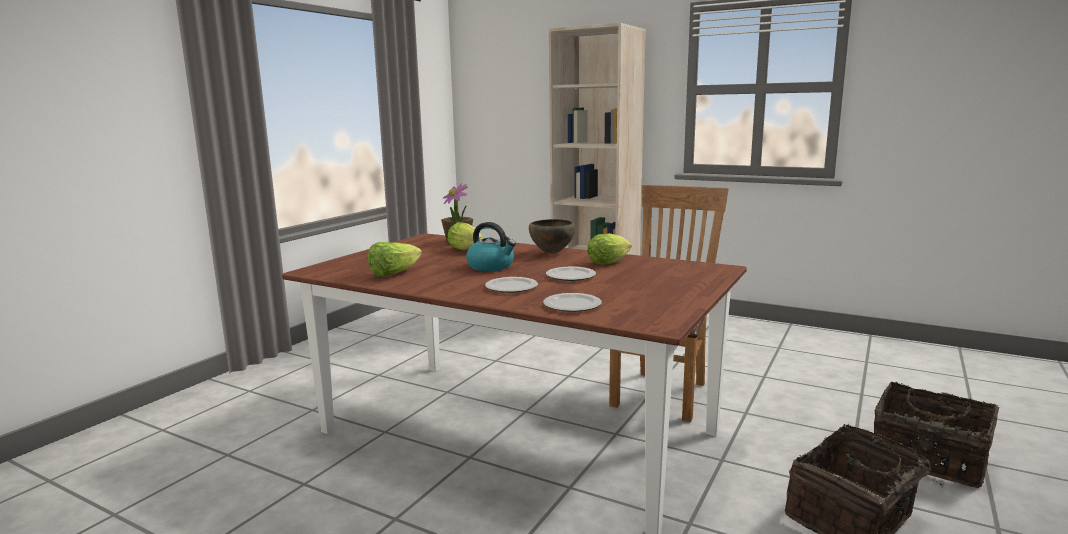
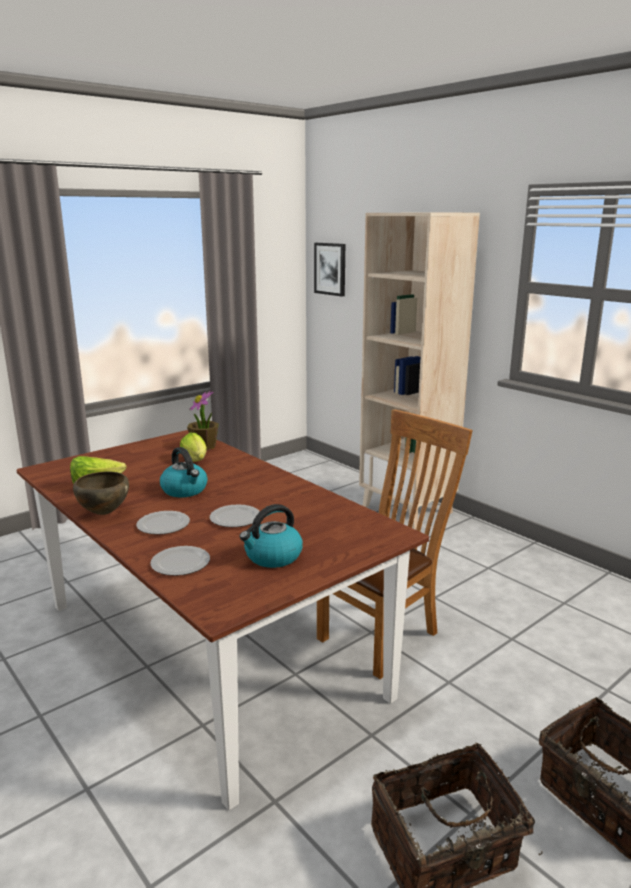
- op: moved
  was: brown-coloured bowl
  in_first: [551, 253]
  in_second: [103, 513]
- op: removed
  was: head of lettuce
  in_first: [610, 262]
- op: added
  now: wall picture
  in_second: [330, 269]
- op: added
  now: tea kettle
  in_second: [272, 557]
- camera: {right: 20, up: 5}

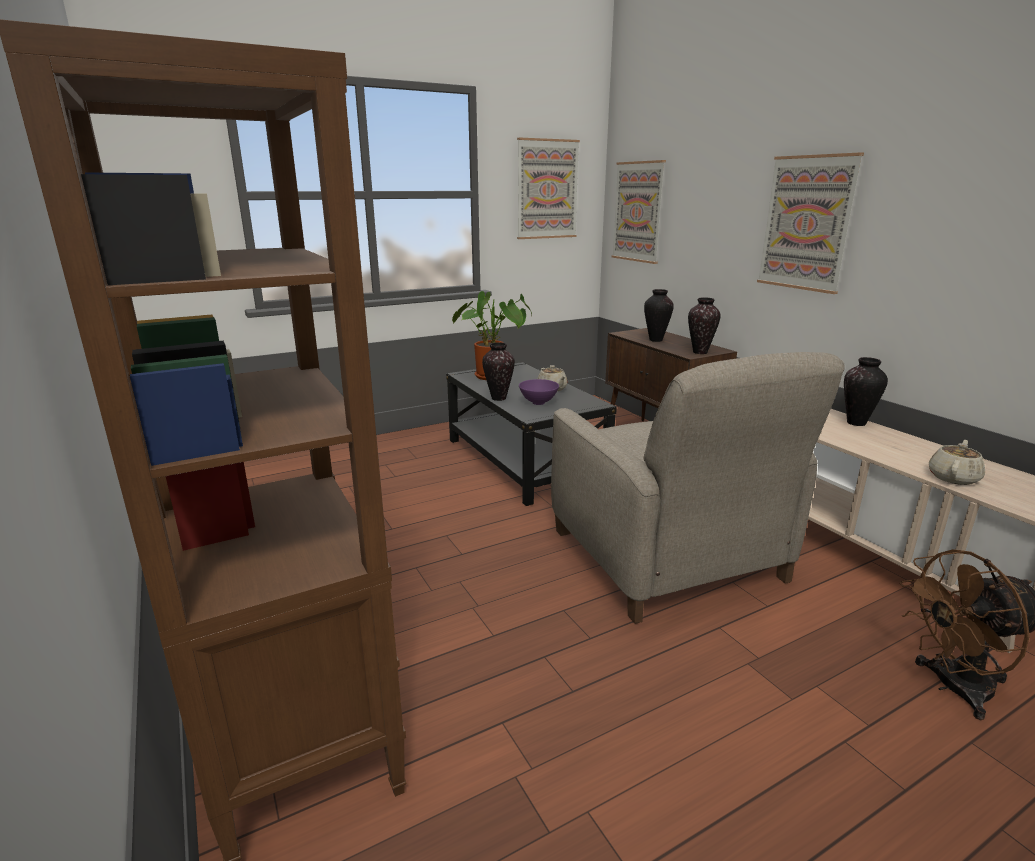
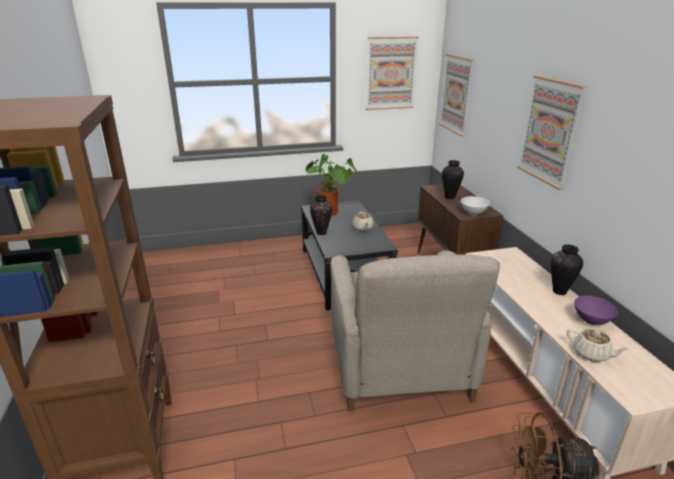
- op: replaced
  was: decorative vase
  now: white-coloured bowl
  in_first: [700, 352]
  in_second: [473, 213]
- op: moved
  was: purple bowl
  in_first: [539, 403]
  in_second: [591, 321]
- op: turned
  was: beige teapot
  in_first: [953, 477]
  in_second: [591, 354]
  clockwise: 75
- camera: {right: 15, up: 5}

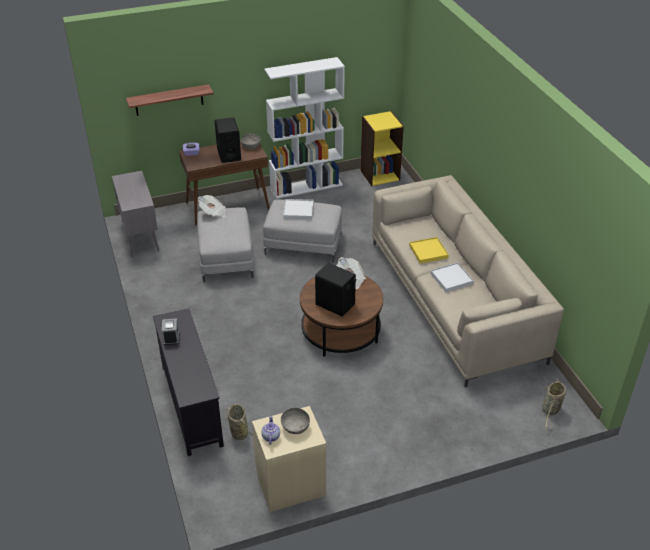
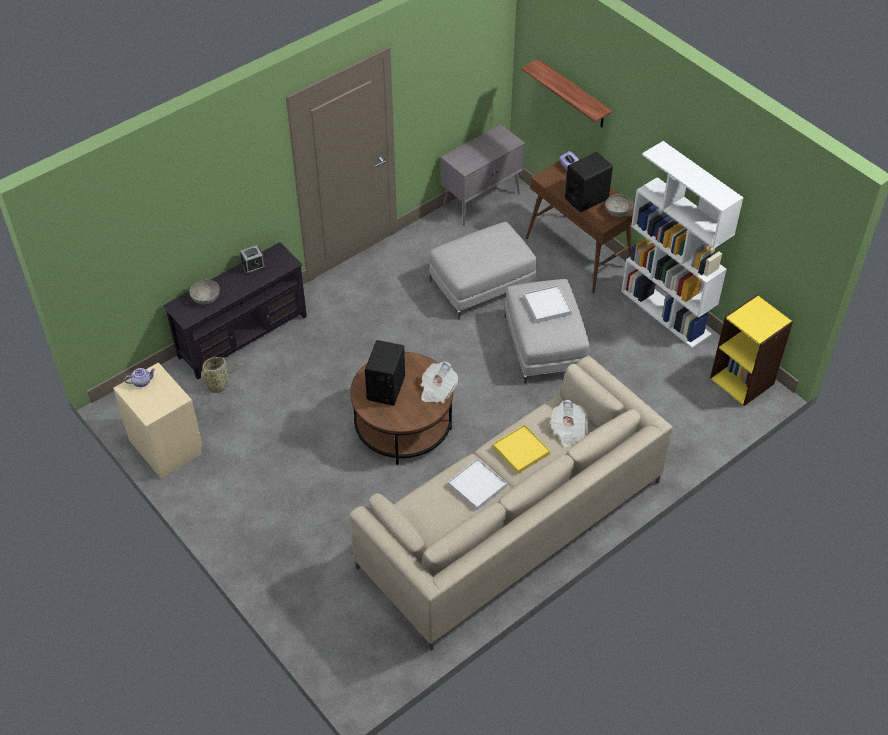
- op: moved
  was: daily paper
  in_first: [213, 212]
  in_second: [568, 430]
- op: removed
  was: basket
  in_first: [550, 411]
- op: moved
  was: greyish bowl
  in_first: [295, 427]
  in_second: [206, 298]
- camera: {right: 70, up: 10}

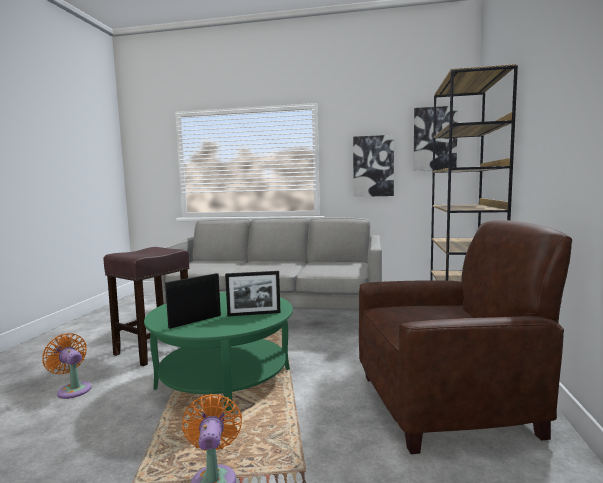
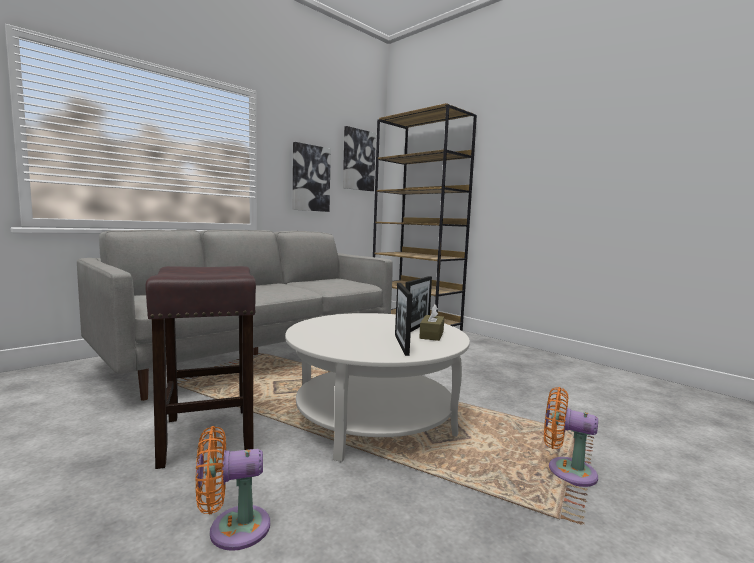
- op: removed
  was: brown-coloured armchair
  in_first: [447, 404]
- op: recoloured
  was: greenish coffee table
  now: white-coloured coffee table
  in_first: [224, 378]
  in_second: [374, 417]
- op: added
  now: brown-coloured tissue box
  in_second: [431, 335]
- camera: {right: -55, up: 0}

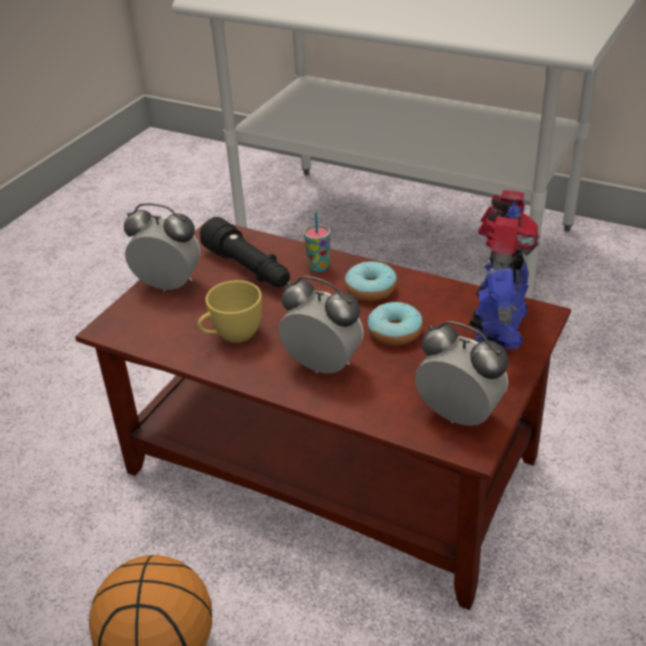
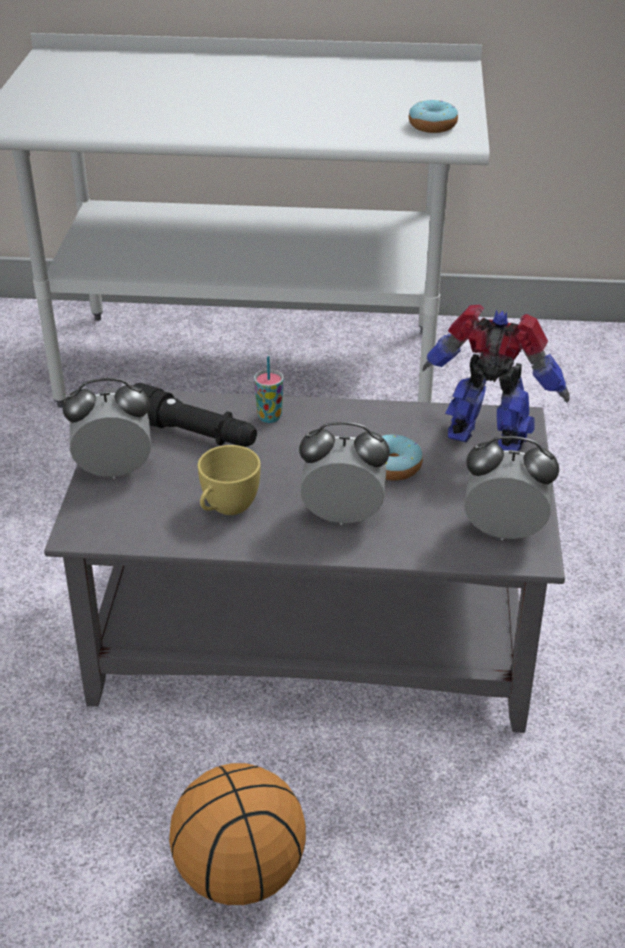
- op: turned
  was: robot figure
  in_first: [498, 326]
  in_second: [487, 438]
  clockwise: -60
- op: recoloured
  was: brown-coloured coffee table
  now: greyish coffee table
  in_first: [327, 465]
  in_second: [308, 636]
- op: moved
  was: donut
  in_first: [371, 289]
  in_second: [432, 126]
- camera: {right: -25, up: 0}

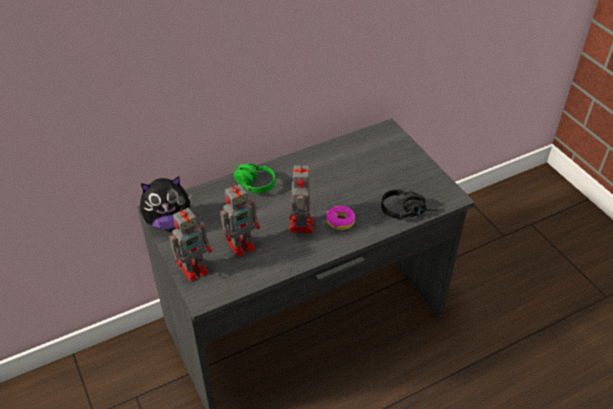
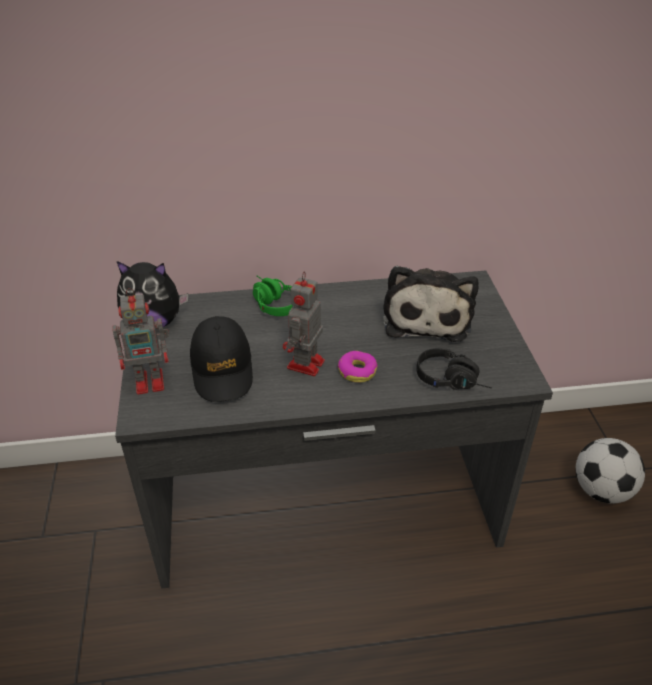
- op: replaced
  was: robot figure
  now: black-coloured baseball cap
  in_first: [242, 244]
  in_second: [222, 368]
- op: added
  now: soft toy
  in_second: [427, 316]
- op: added
  now: football ball
  in_second: [601, 490]
- camera: {right: 20, up: -5}

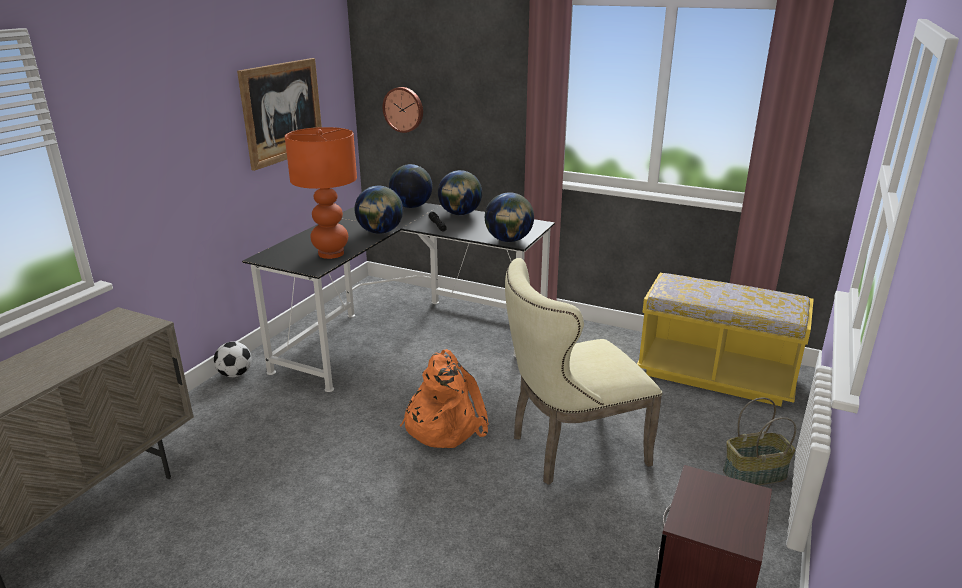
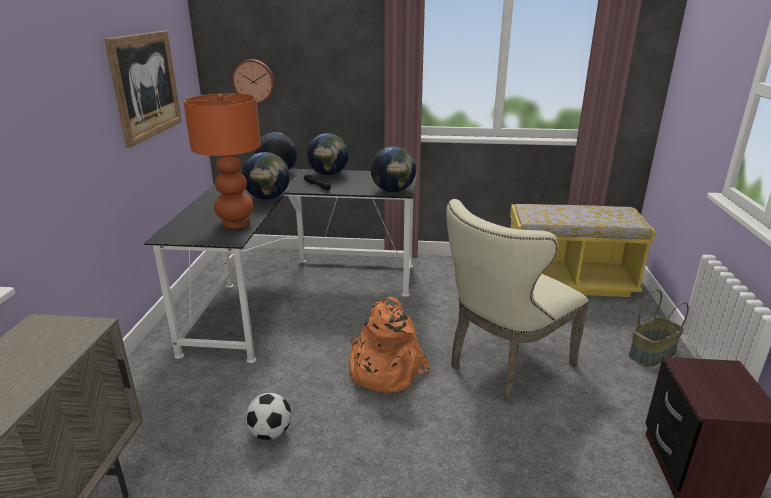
- op: moved
  was: football ball
  in_first: [235, 374]
  in_second: [270, 433]
- camera: {right: -20, up: 0}

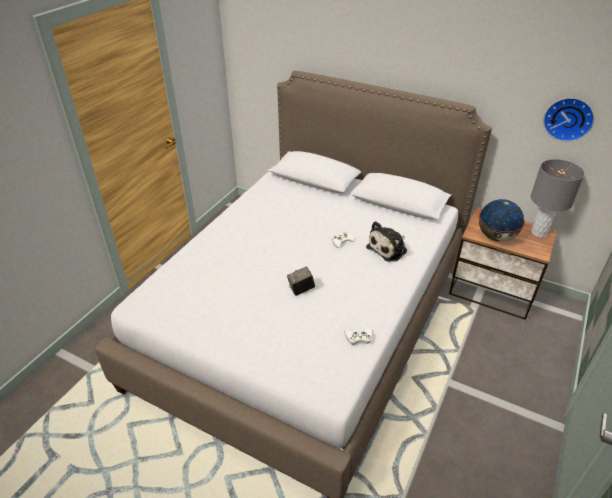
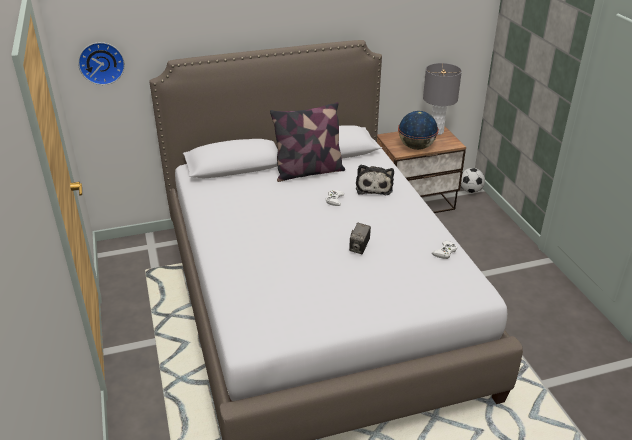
- op: moved
  was: hanging clock
  in_first: [568, 118]
  in_second: [101, 62]
- op: added
  now: cushion
  in_second: [308, 172]
- op: added
  now: football ball
  in_second: [470, 191]
- camera: {right: -45, up: -5}

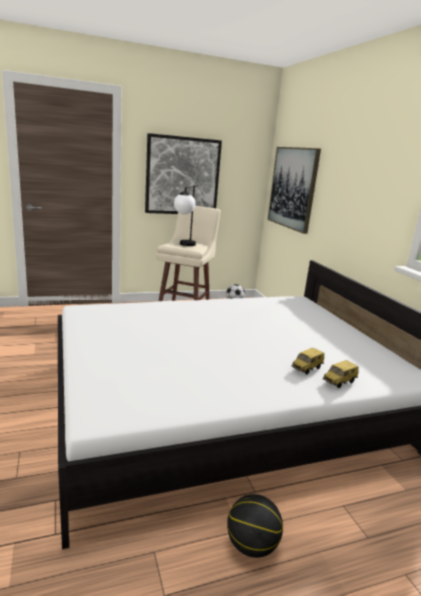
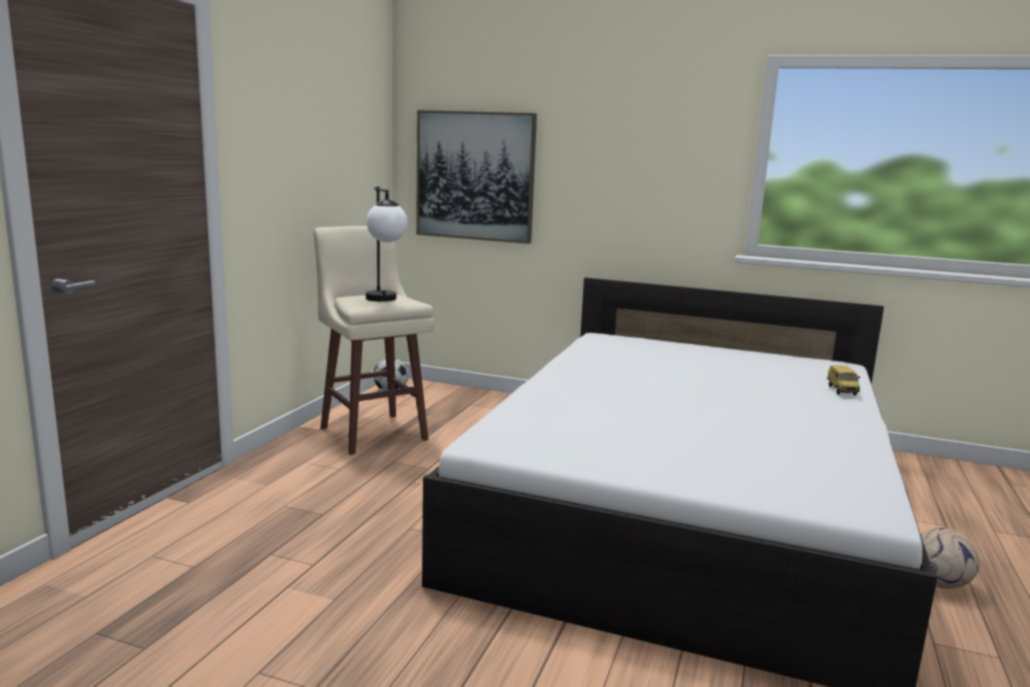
- op: removed
  was: wall picture
  in_first: [182, 176]
- op: removed
  was: model car
  in_first: [307, 369]
- op: replaced
  was: ball for basketball
  now: football ball
  in_first: [251, 545]
  in_second: [940, 584]
- camera: {right: -50, up: -5}

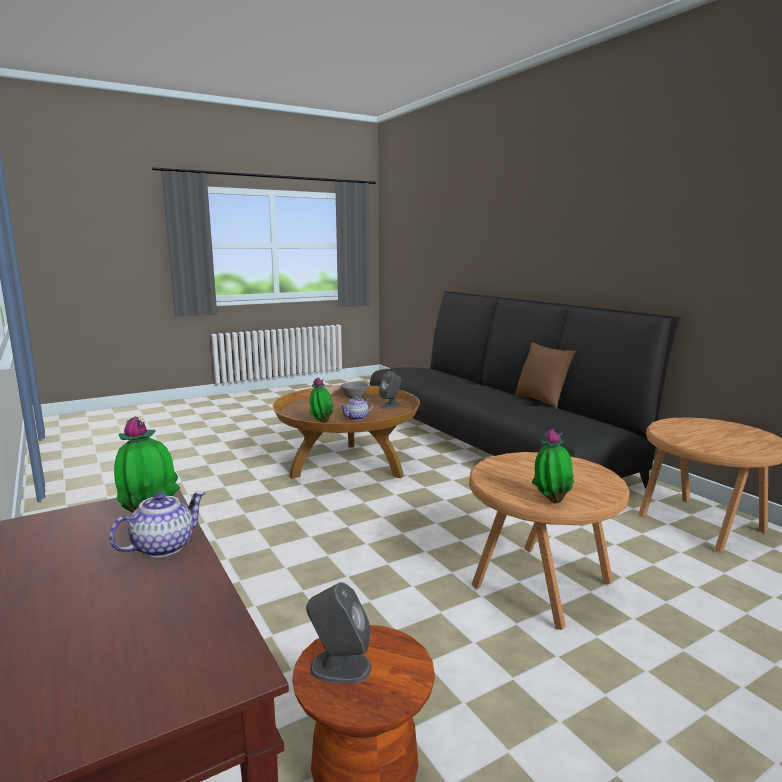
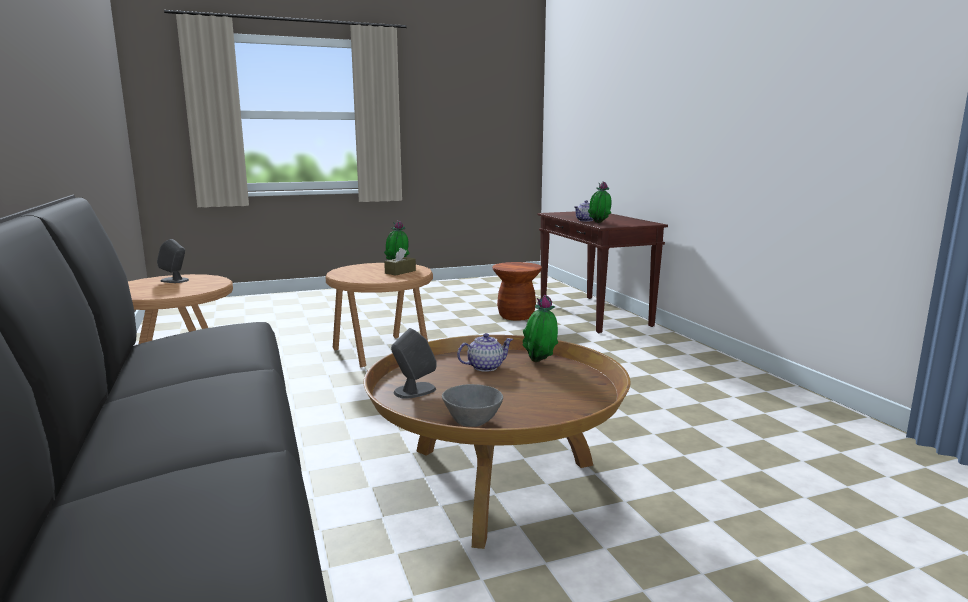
- op: removed
  was: brown-coloured cushion
  in_first: [541, 401]
- op: moved
  was: greyish speaker
  in_first: [339, 667]
  in_second: [175, 280]
- op: added
  now: brown-coloured tissue box
  in_second: [400, 272]
- camera: {right: -170, up: 0}

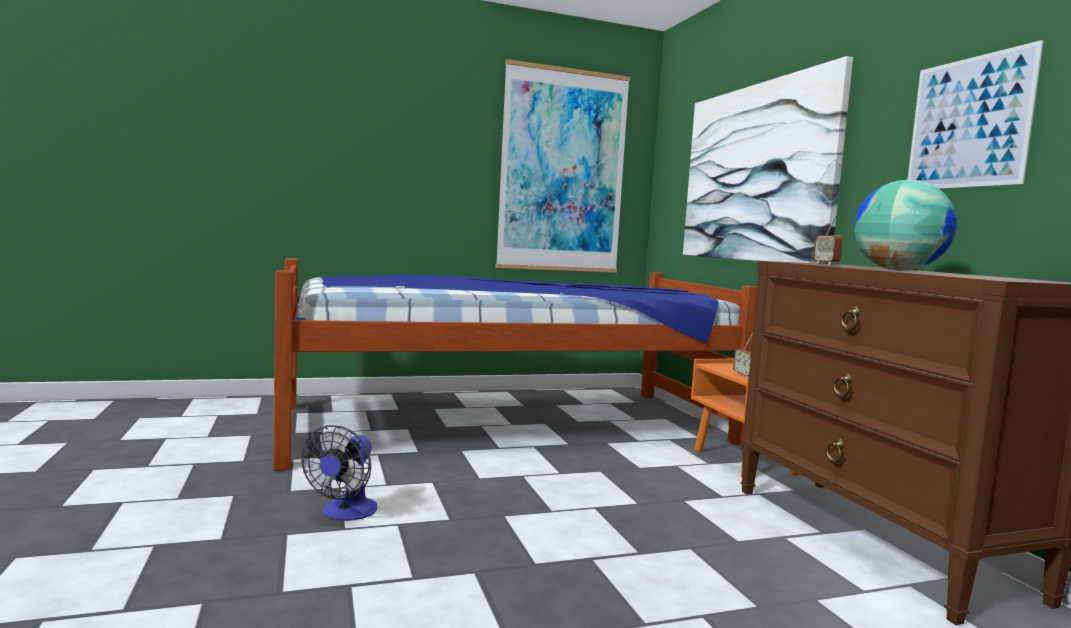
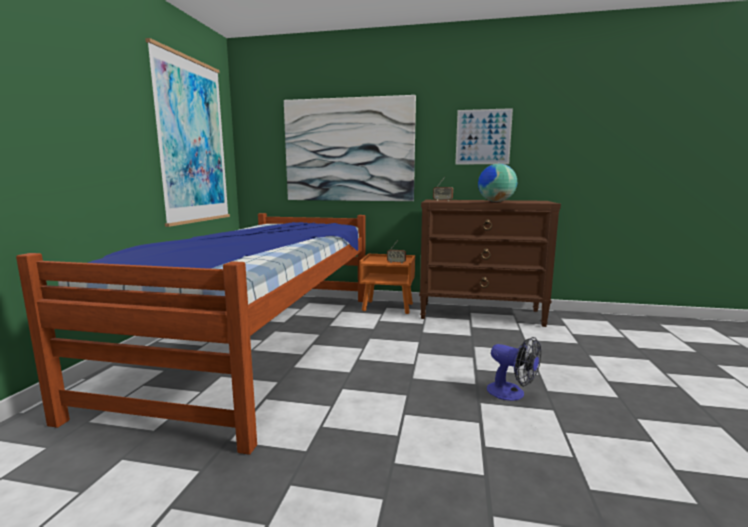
- op: moved
  was: fan
  in_first: [345, 513]
  in_second: [512, 393]
- camera: {right: -60, up: 5}

